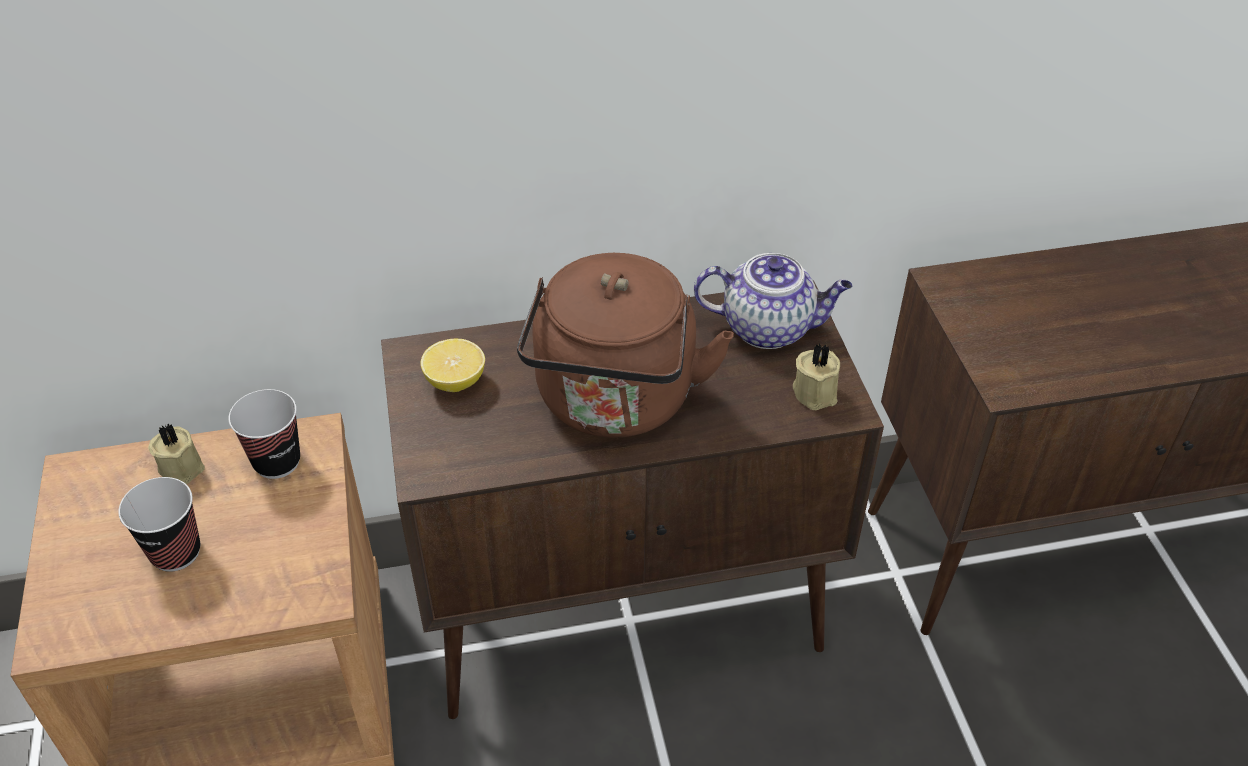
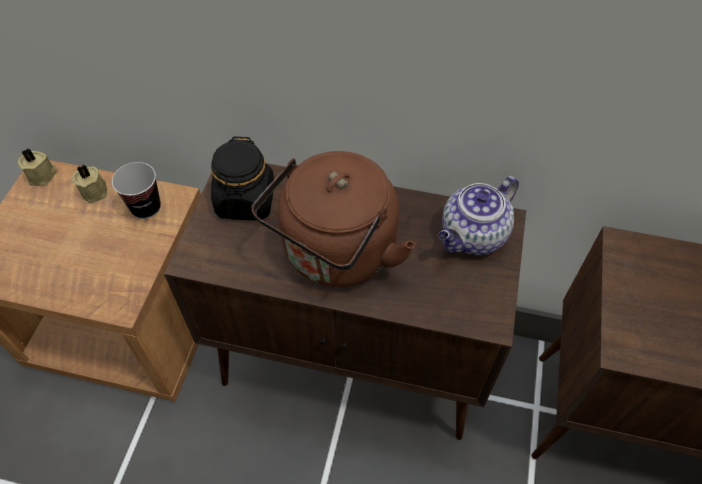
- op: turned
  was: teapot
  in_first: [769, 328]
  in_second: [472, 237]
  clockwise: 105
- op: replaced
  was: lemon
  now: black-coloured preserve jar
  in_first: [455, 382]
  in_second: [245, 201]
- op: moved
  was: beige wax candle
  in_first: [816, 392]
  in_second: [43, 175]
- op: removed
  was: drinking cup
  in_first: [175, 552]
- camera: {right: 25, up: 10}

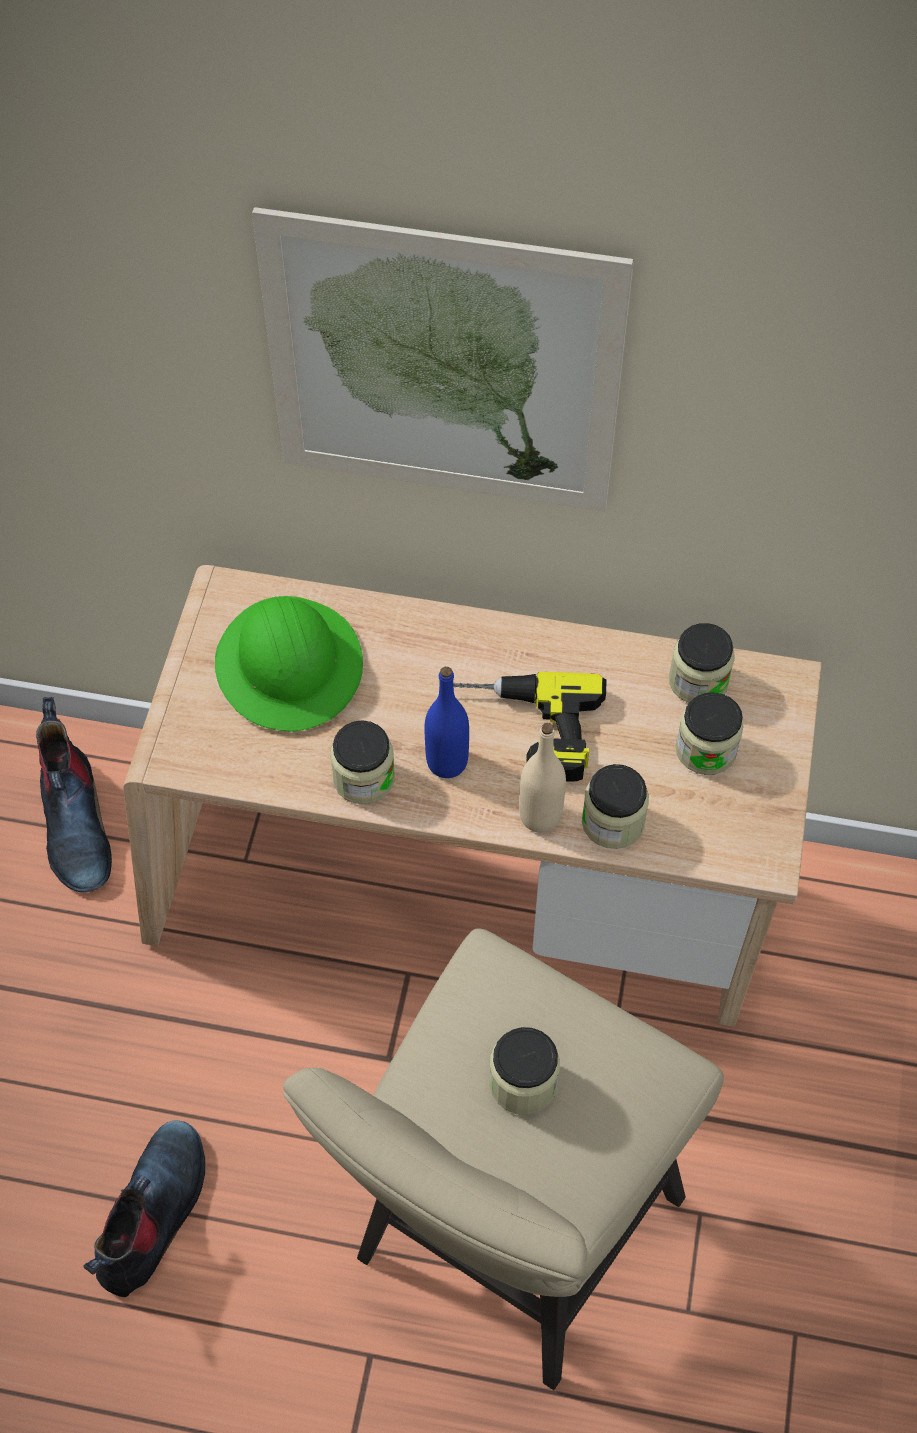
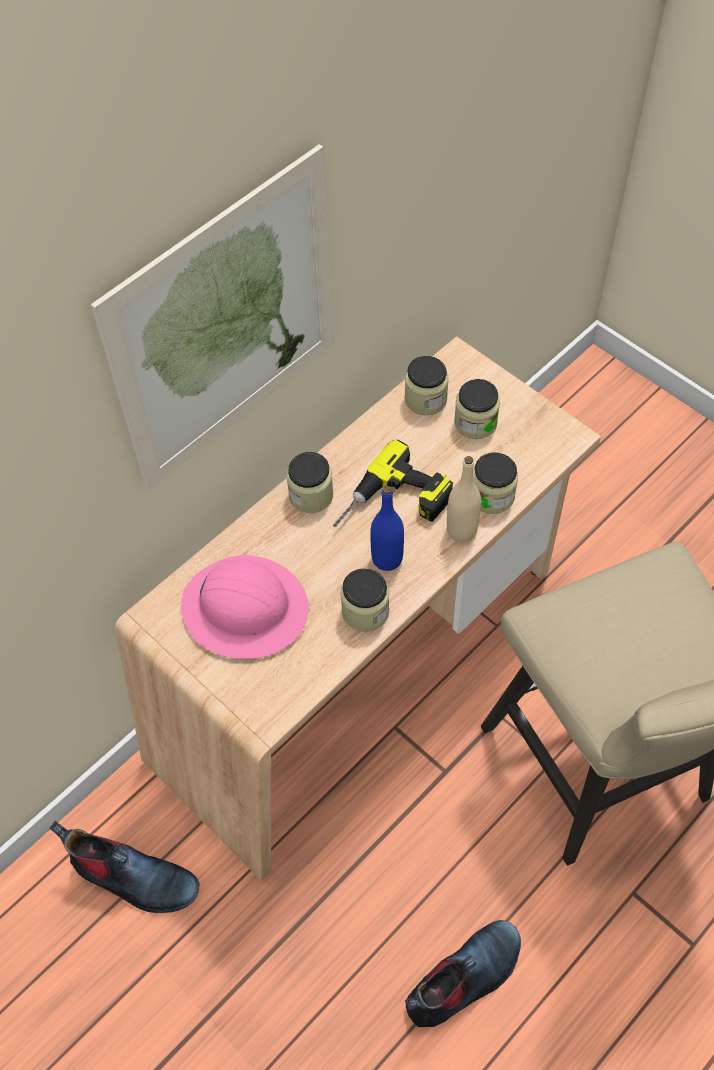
- op: recoloured
  was: greenish work helmet
  now: pink-coloured work helmet
  in_first: [290, 665]
  in_second: [245, 608]
- op: moved
  was: preserve jar
  in_first: [523, 1082]
  in_second: [311, 495]
- op: turned
  was: boot
  in_first: [153, 1215]
  in_second: [463, 979]
  clockwise: 90
- camera: {right: -55, up: 0}

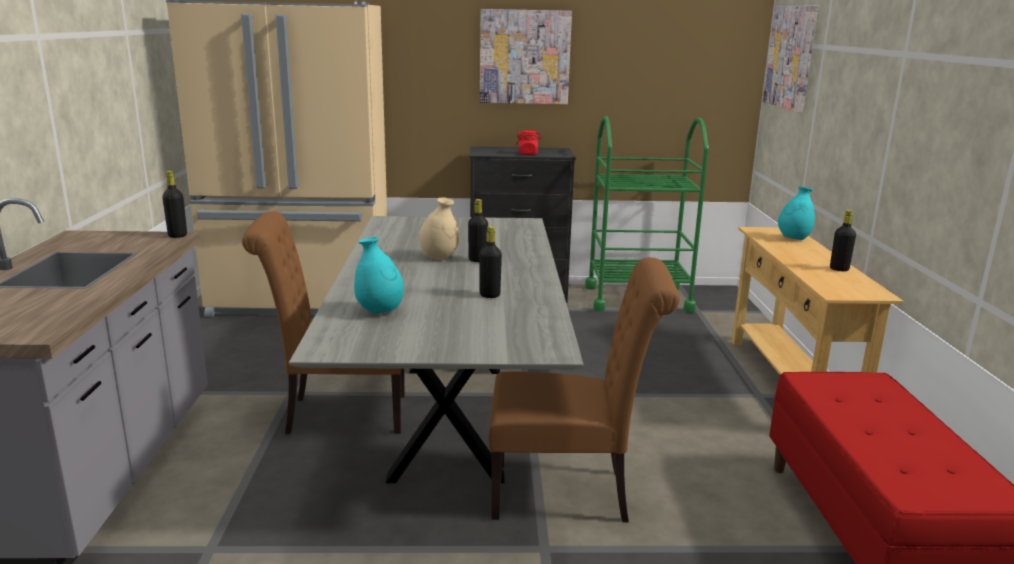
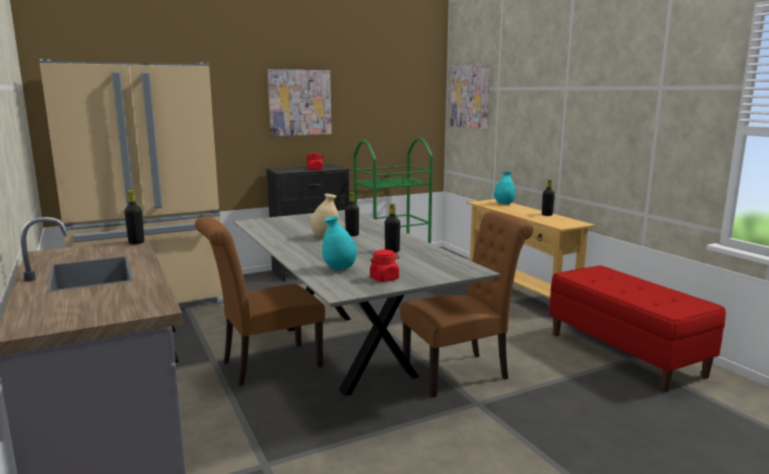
- op: added
  now: red-coloured preserve jar
  in_second: [384, 279]
- camera: {right: -25, up: -5}

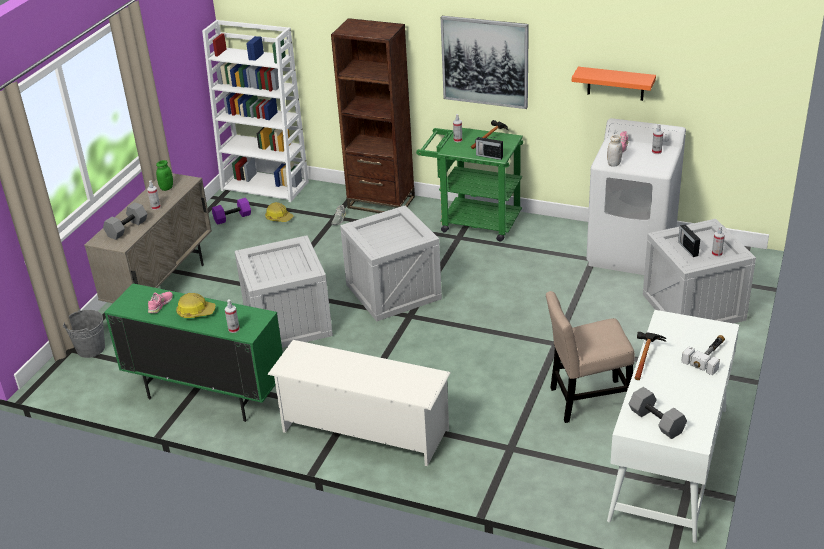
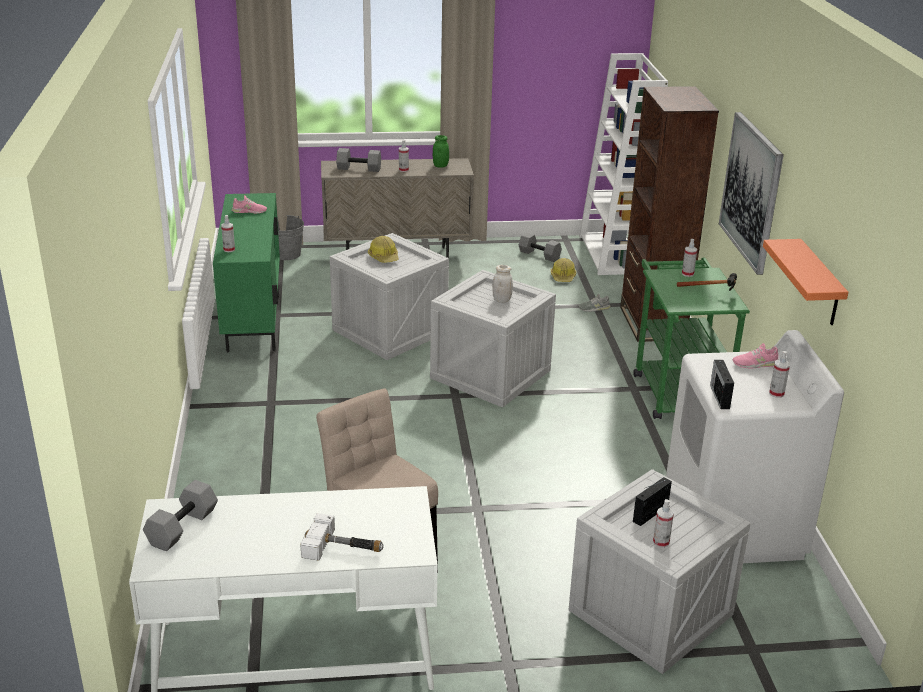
- op: moved
  was: white-coloured preserve jar
  in_first: [614, 164]
  in_second: [501, 300]
- op: moved
  was: radio
  in_first: [488, 156]
  in_second: [719, 396]
- op: recoloured
  was: purple hand weight
  now: greyish hand weight
  in_first: [232, 217]
  in_second: [540, 255]
- op: moved
  was: work helmet
  in_first: [195, 312]
  in_second: [384, 257]
- op: removed
  was: tool hammer
  in_first: [645, 358]
- op: removed
  was: white-coloured shoe stand
  in_first: [363, 431]
- camera: {right: 60, up: -5}

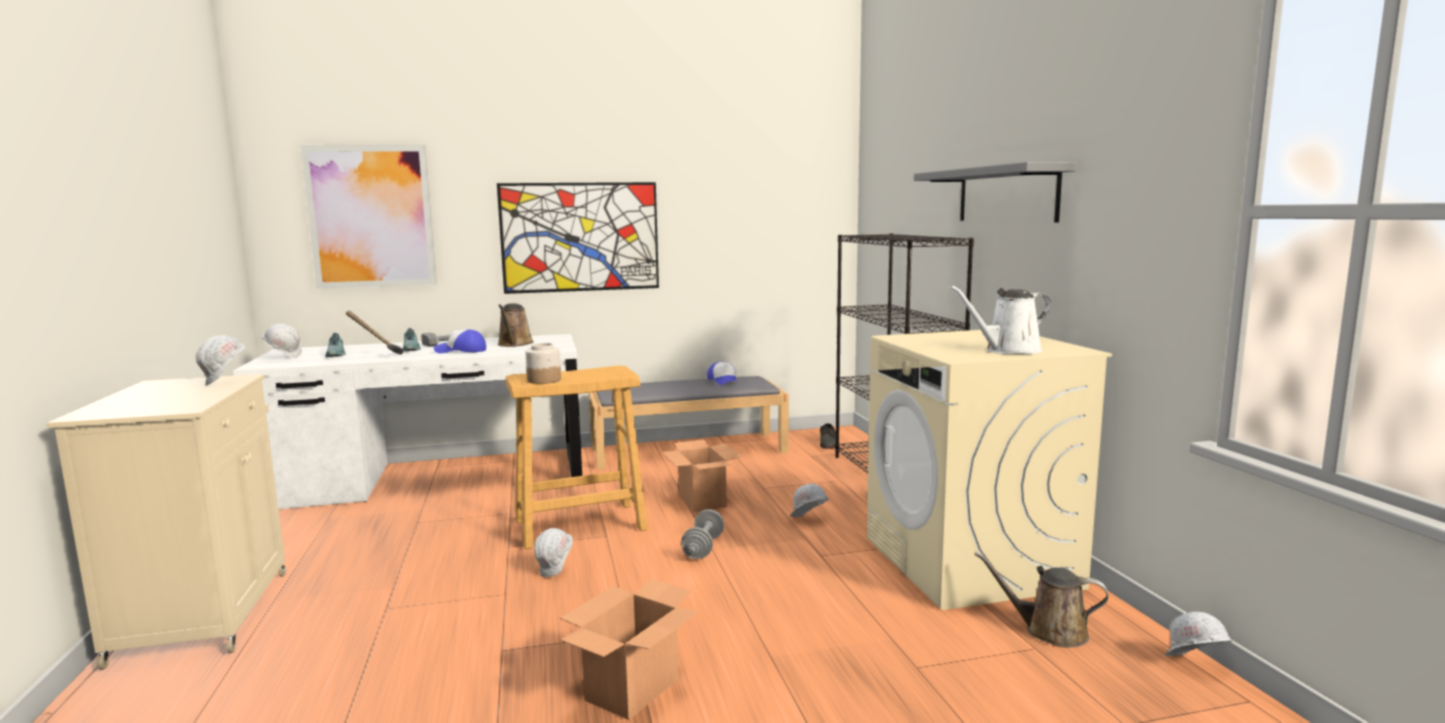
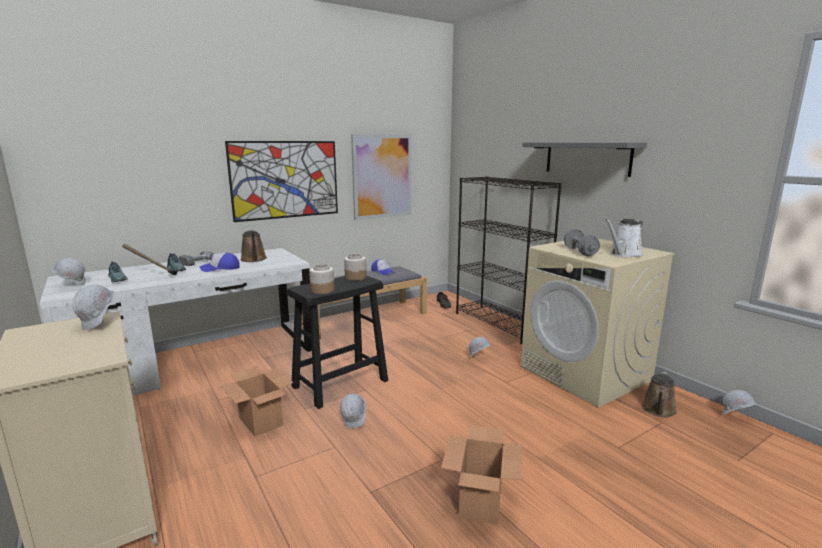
- op: moved
  was: wall picture
  in_first: [371, 216]
  in_second: [382, 176]
- op: recoloured
  was: beige stool
  now: black-coloured stool
  in_first: [581, 525]
  in_second: [341, 383]
- op: moved
  was: cardboard box
  in_first: [703, 501]
  in_second: [261, 421]
- op: moved
  was: greyish hand weight
  in_first: [703, 547]
  in_second: [580, 252]
- op: turned
  was: brown-coloured watering pot
  in_first: [1049, 631]
  in_second: [658, 410]
  clockwise: -60
- op: added
  now: preserve jar
  in_second: [355, 277]
- camera: {right: -20, up: 5}

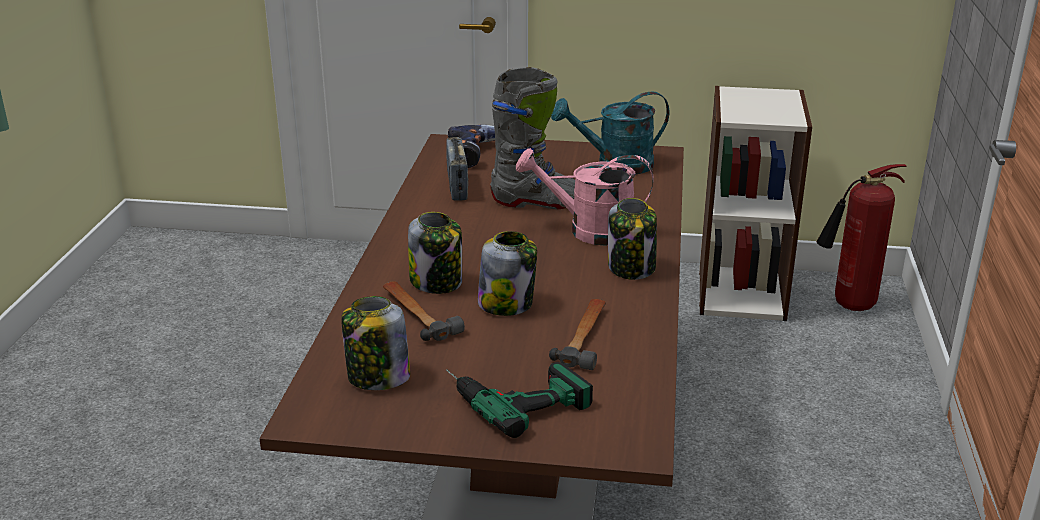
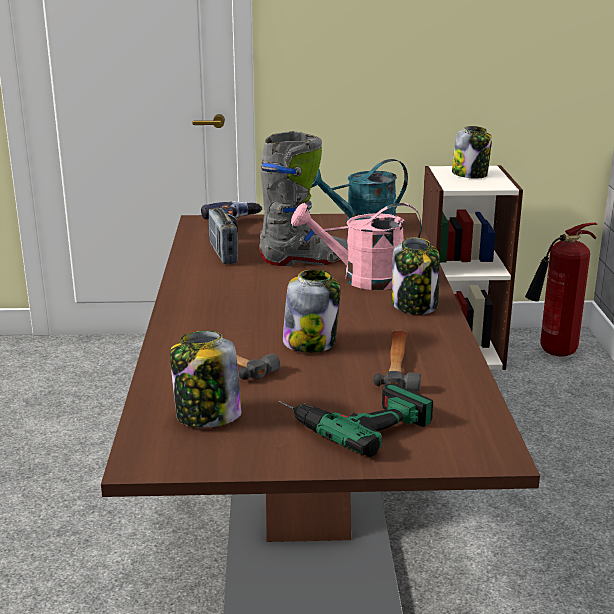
- op: moved
  was: preserve jar
  in_first: [437, 282]
  in_second: [470, 174]
- camera: {right: -10, up: -5}

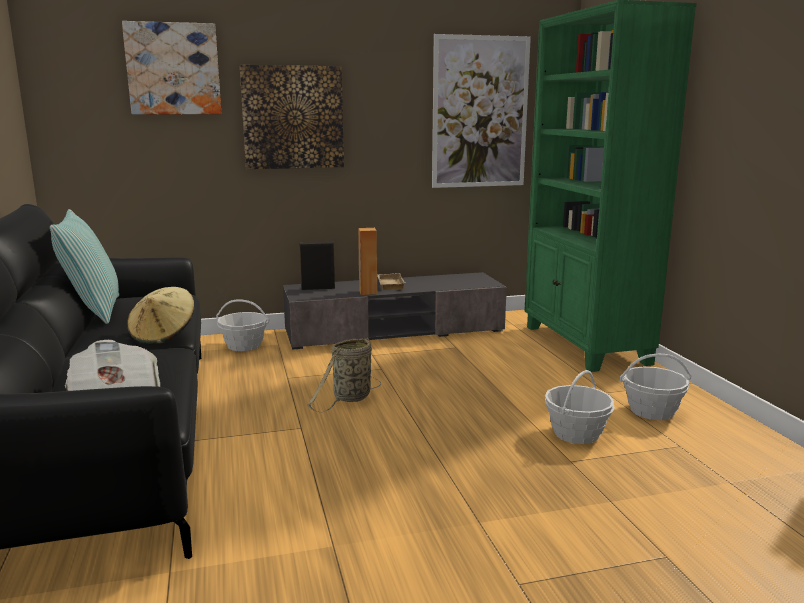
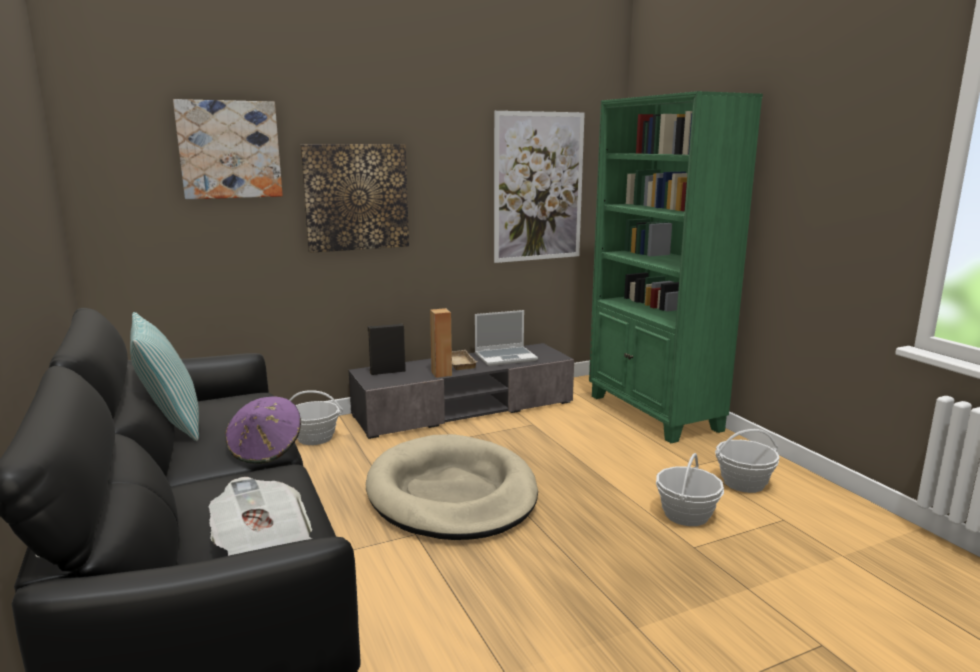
- op: recoloured
  was: beige clothing hat
  now: purple clothing hat
  in_first: [163, 335]
  in_second: [266, 450]
- op: replaced
  was: basket
  now: beige dog cushion
  in_first: [350, 398]
  in_second: [452, 494]
- op: added
  now: laptop
  in_second: [506, 357]
- camera: {right: -10, up: 0}

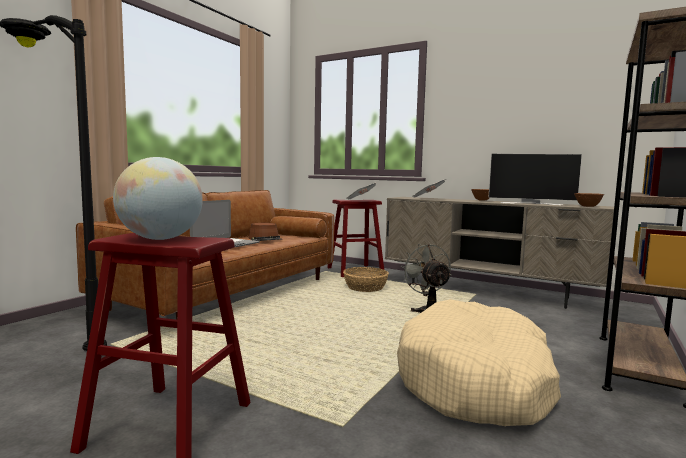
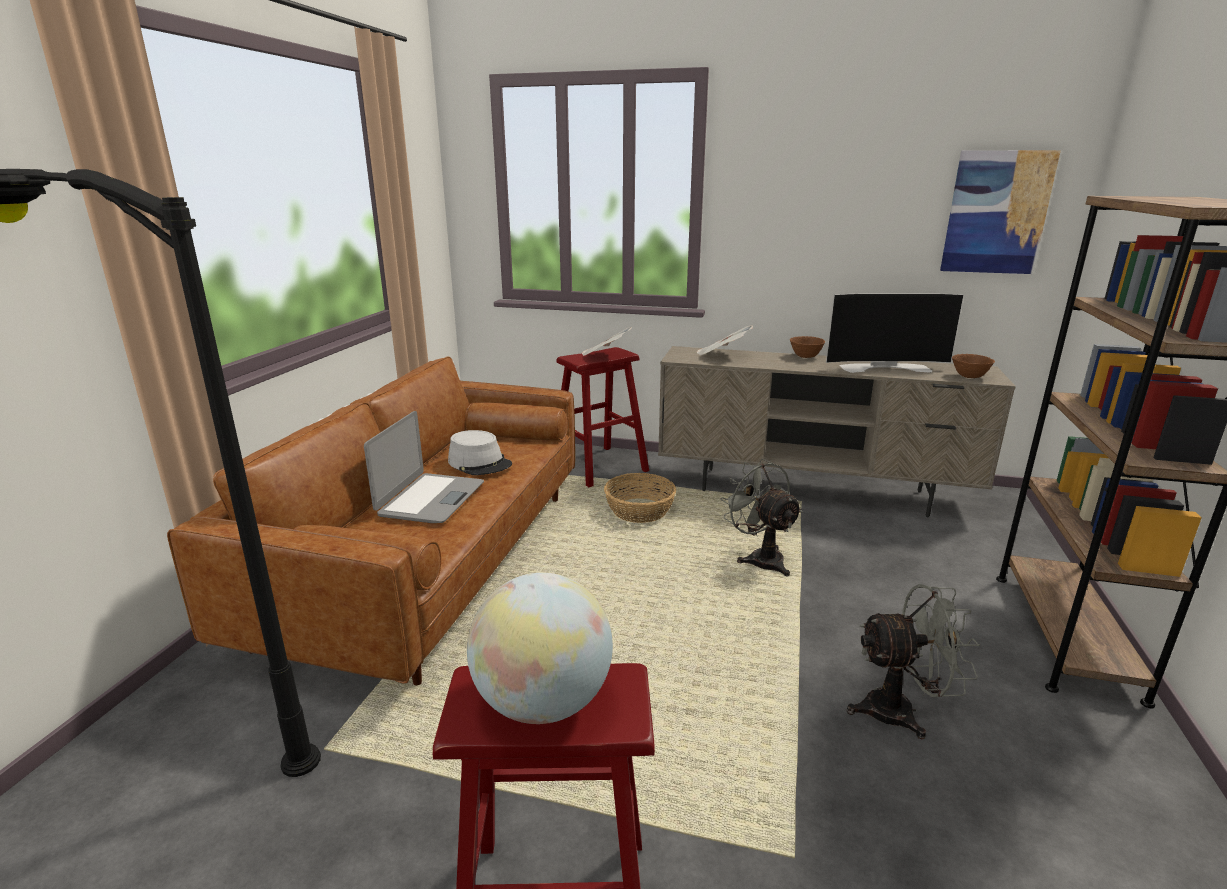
- op: recoloured
  was: brown-coloured clothing hat
  now: greyish clothing hat
  in_first: [265, 239]
  in_second: [480, 463]
- op: replaced
  was: beige dog cushion
  now: greyish fan
  in_first: [475, 381]
  in_second: [901, 711]
- op: added
  now: wall picture
  in_second: [996, 213]
- camera: {right: -15, up: 15}

